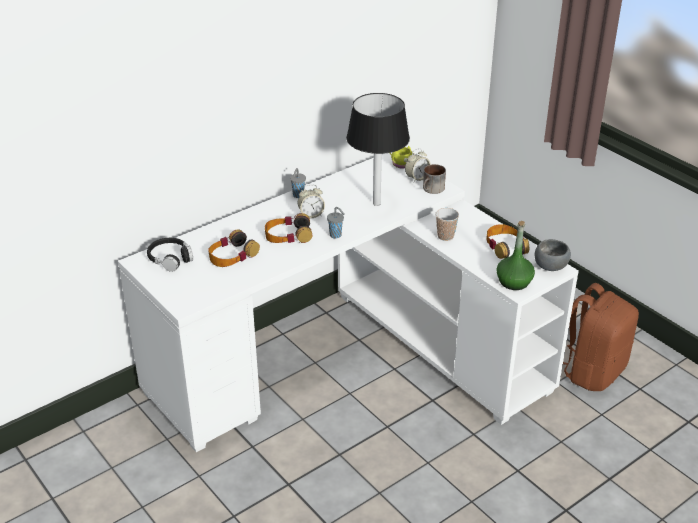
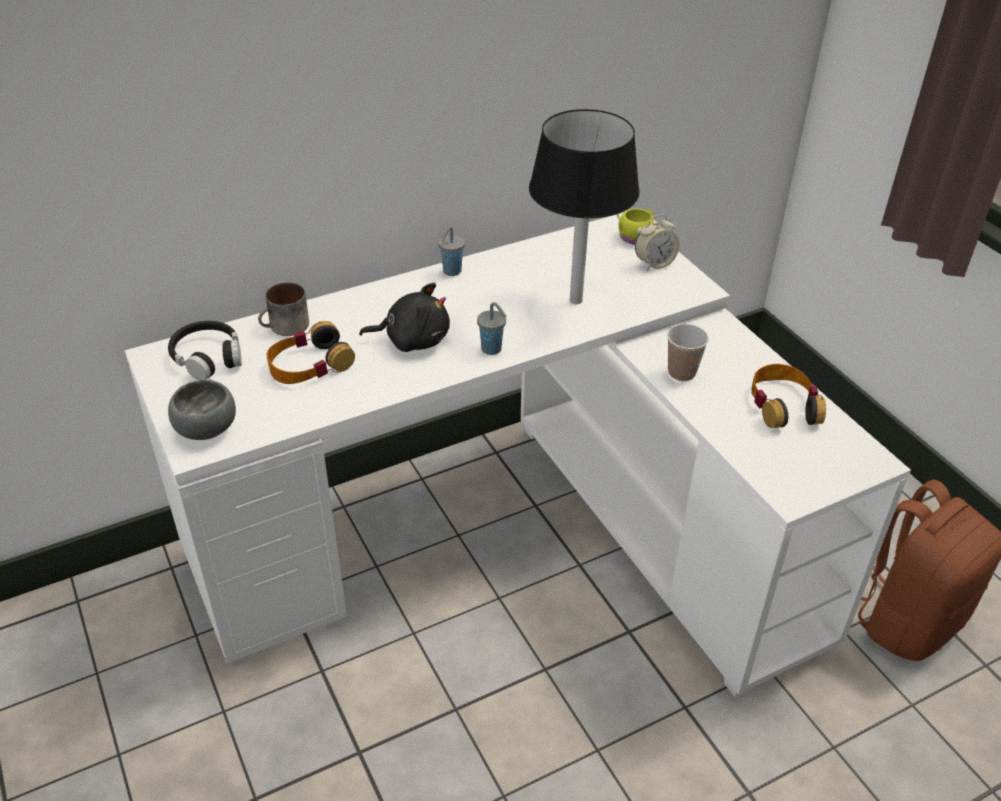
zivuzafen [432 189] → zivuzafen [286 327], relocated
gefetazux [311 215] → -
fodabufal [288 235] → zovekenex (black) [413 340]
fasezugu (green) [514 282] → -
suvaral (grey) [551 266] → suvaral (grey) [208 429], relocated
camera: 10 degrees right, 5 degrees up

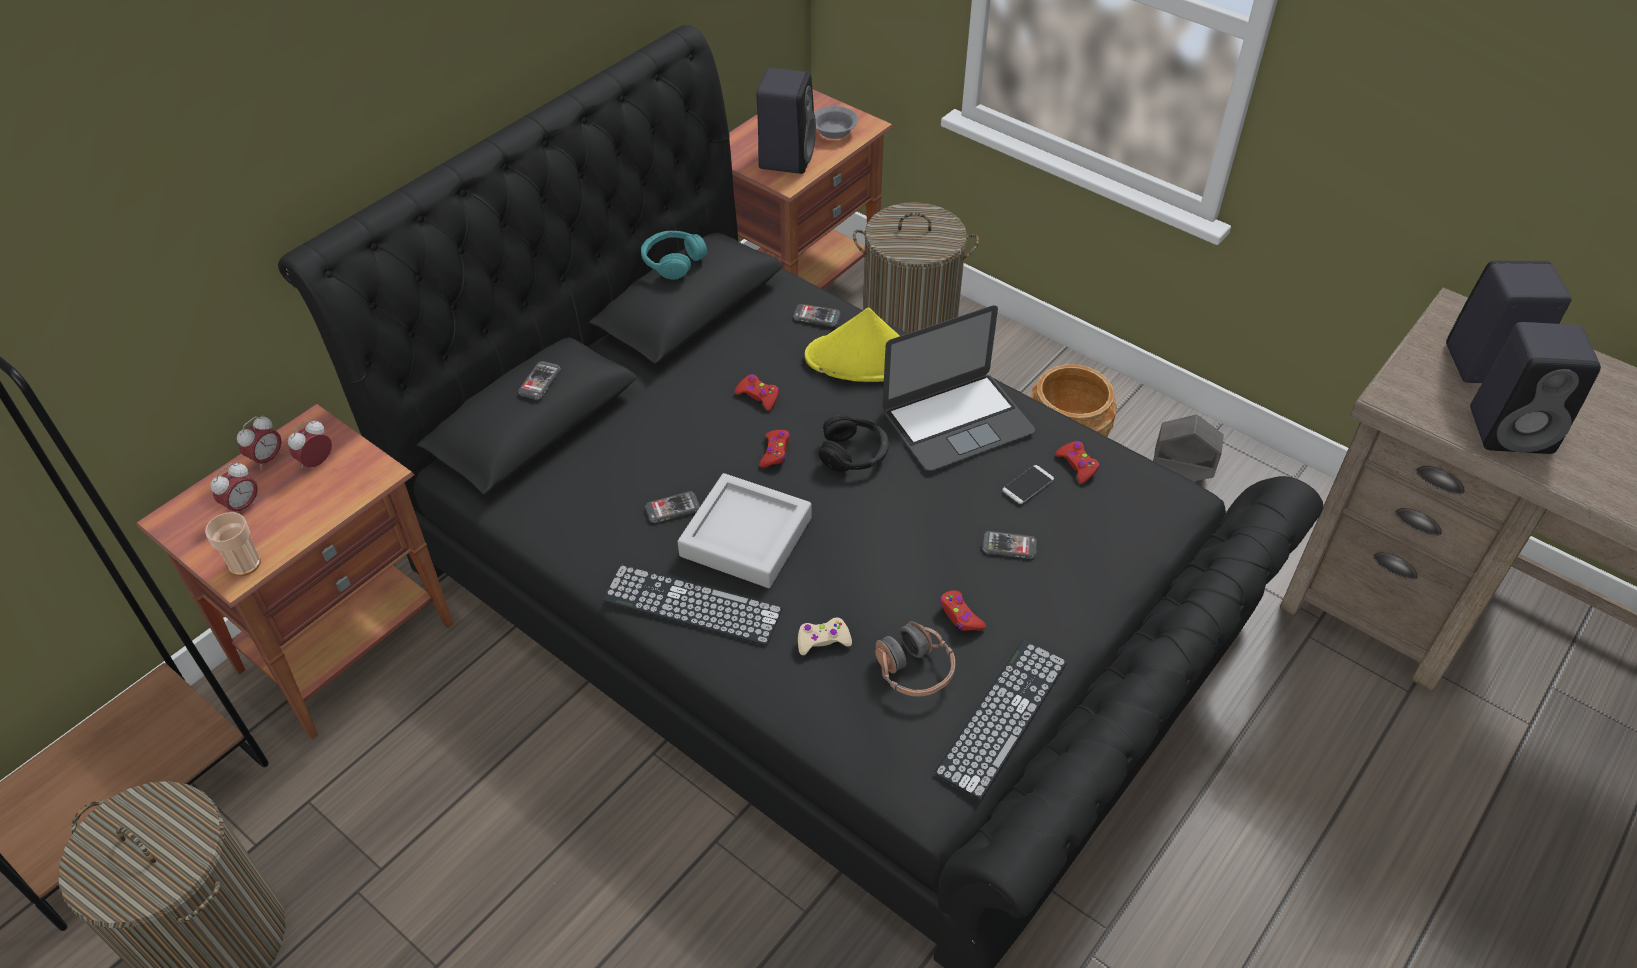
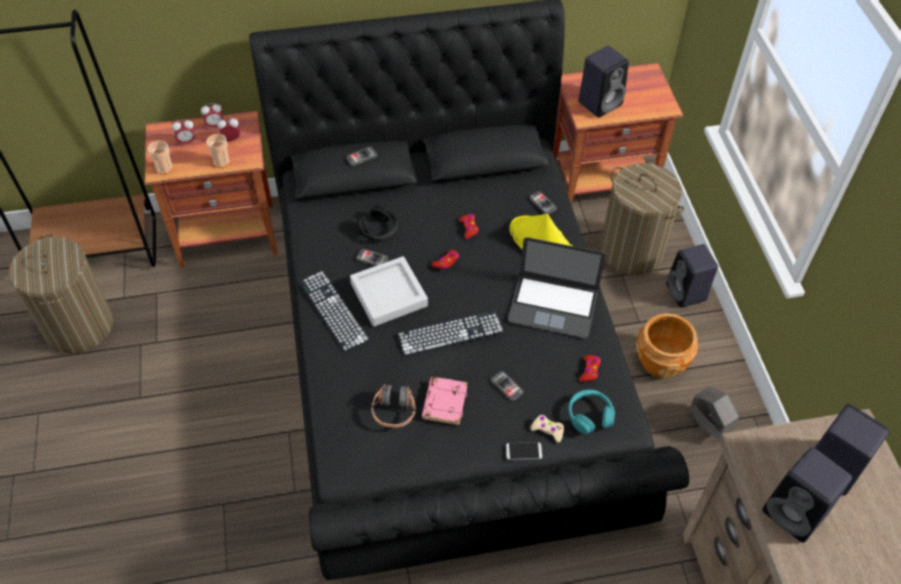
suvaral (grey) [833 130] → -
fodabufal (turquoise) [673 261] → fodabufal (turquoise) [589 415], relocated
fodabufal (black) [854 453] → fodabufal (black) [378 230], relocated
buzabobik [1028 485] → buzabobik [523 451], relocated
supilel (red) [960 616] → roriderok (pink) [444 402]
supilel (beige) [823 640] → supilel (beige) [547 430], relocated
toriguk [1002 717] → toriguk [450 333], relocated
- → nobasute [221 162]
- → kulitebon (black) [687 293]
camera: 40 degrees right, 5 degrees up

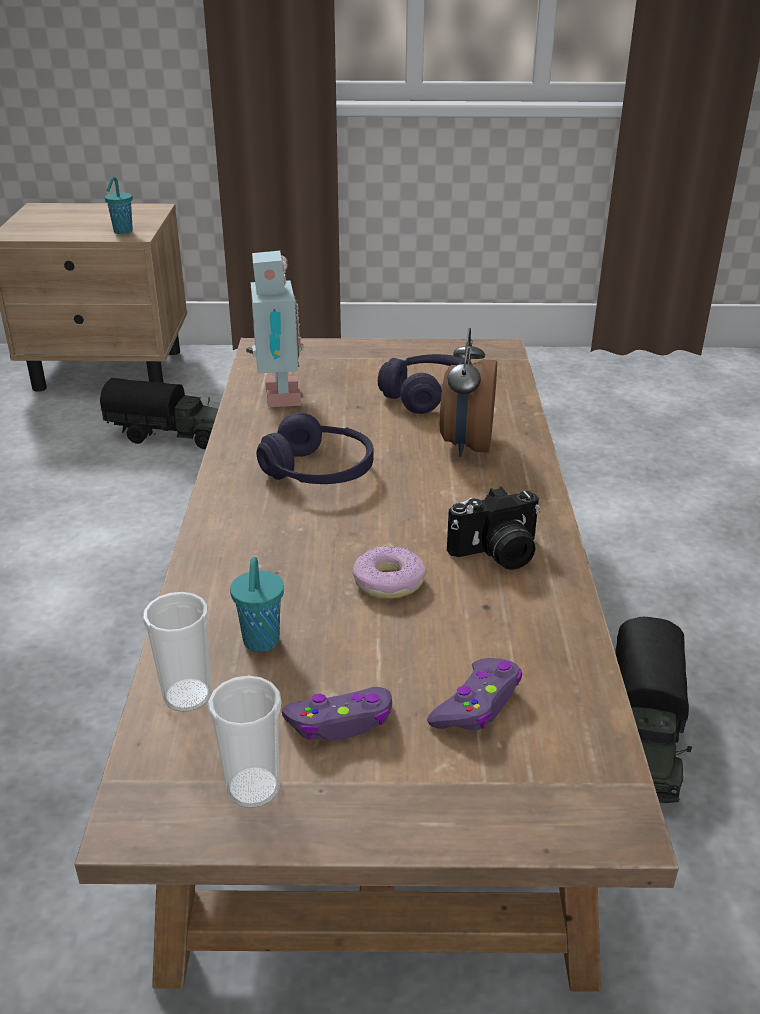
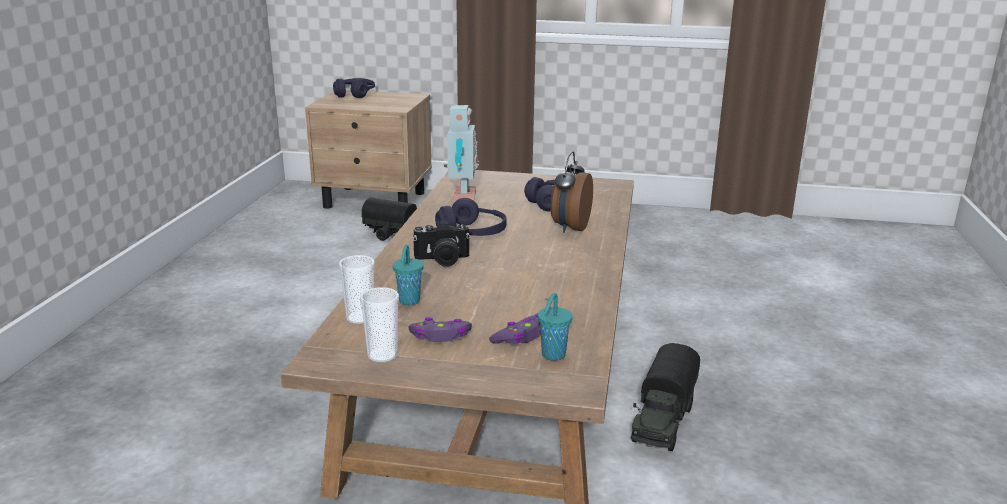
nobasute (turquoise) [122 232] → nobasute (turquoise) [552 356], relocated
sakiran [497 554] → sakiran [442 260], relocated
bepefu [388 581] → -
- → fodabufal (purple) [354 94]
camera: 10 degrees right, 10 degrees down

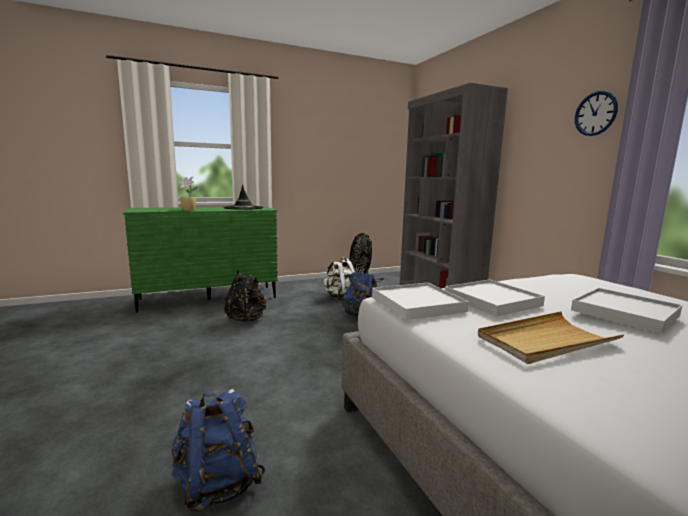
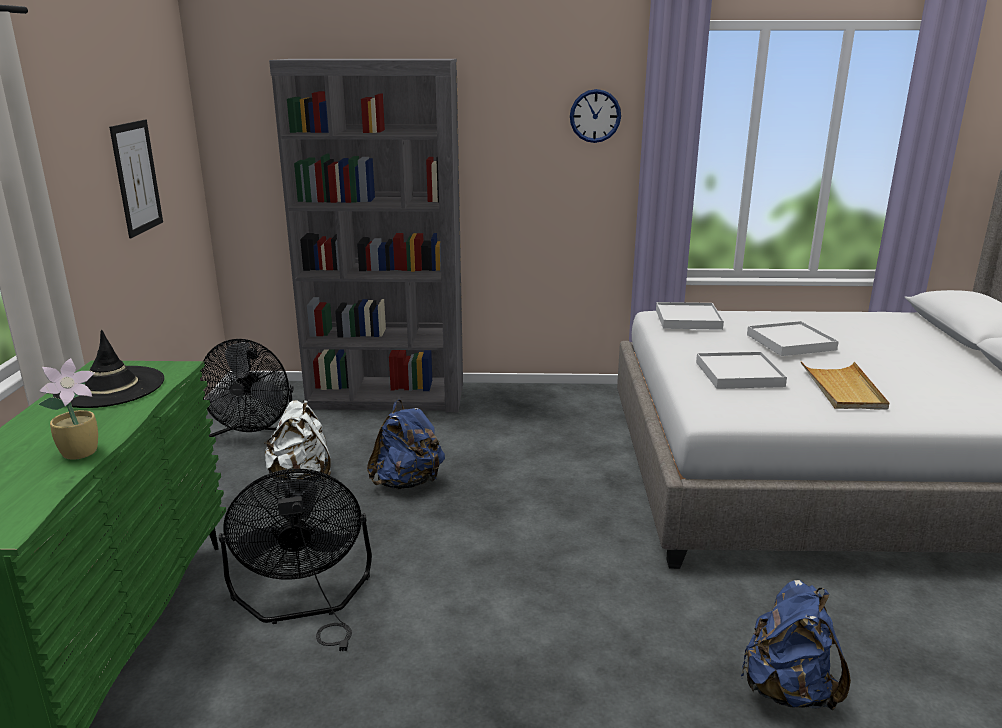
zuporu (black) [247 319] → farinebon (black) [307 604]
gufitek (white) [417 304] → gufitek (white) [687 319], relocated
- → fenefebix [136 177]
camera: 65 degrees left, 10 degrees up

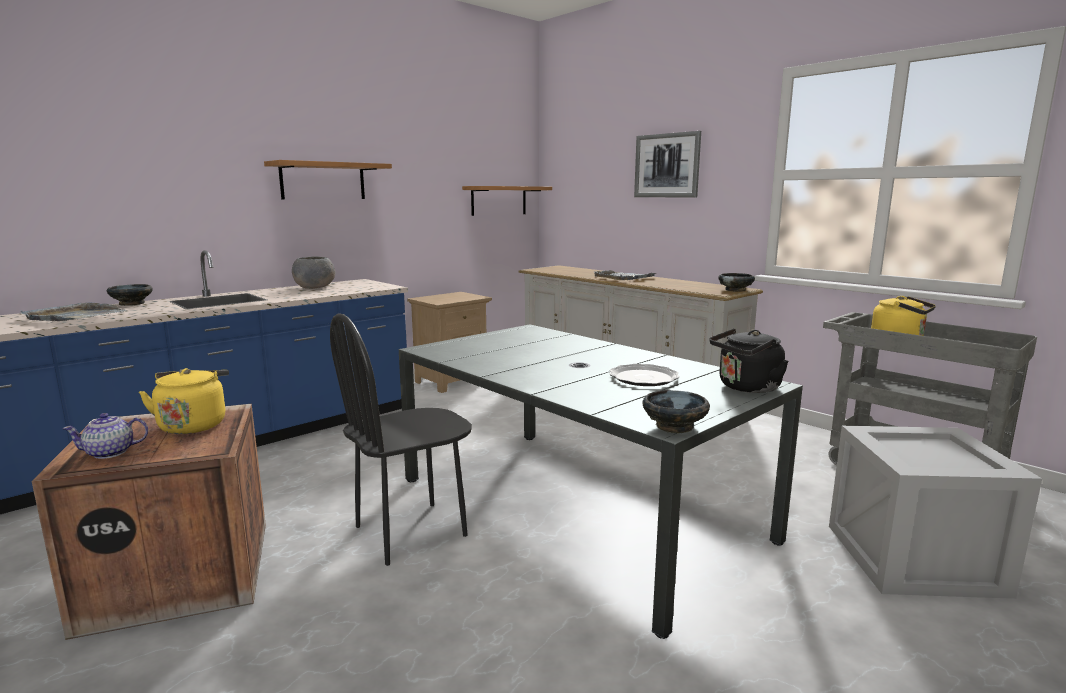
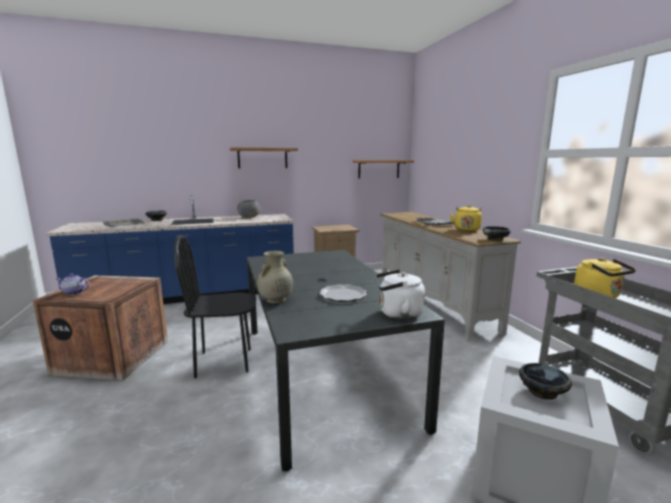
fenefebix [667 165] → -
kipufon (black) [746 388] → kipufon (white) [397 313]
kipufon (yellow) [193 425] → kipufon (yellow) [466 229], relocated
suvaral (black) [674 426] → suvaral (black) [542 392], relocated
- → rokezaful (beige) [275 300]
camera: 25 degrees right, 0 degrees up

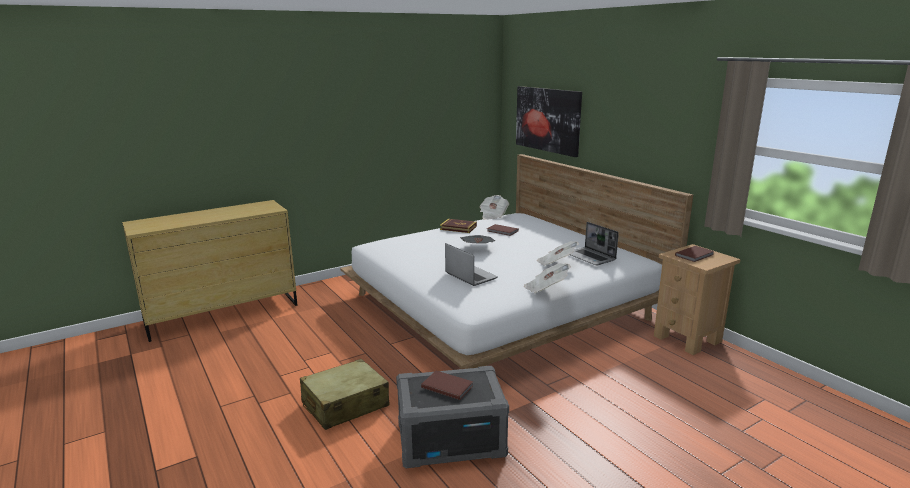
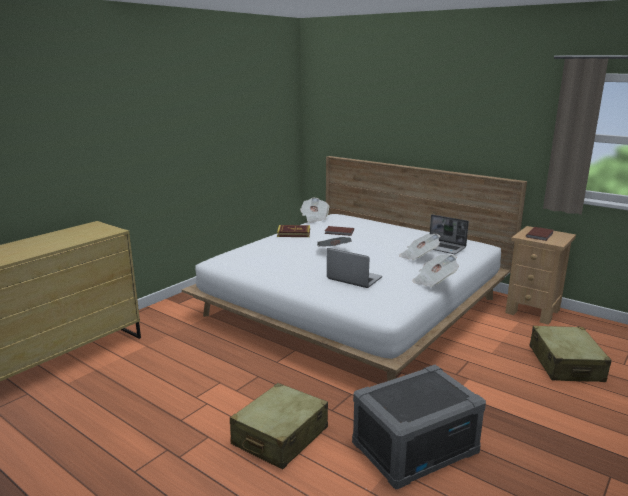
fenefebix [547 120] → -
roriderok (brown) [447 386] → -
- → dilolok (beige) [565 364]
camera: 20 degrees left, 0 degrees up

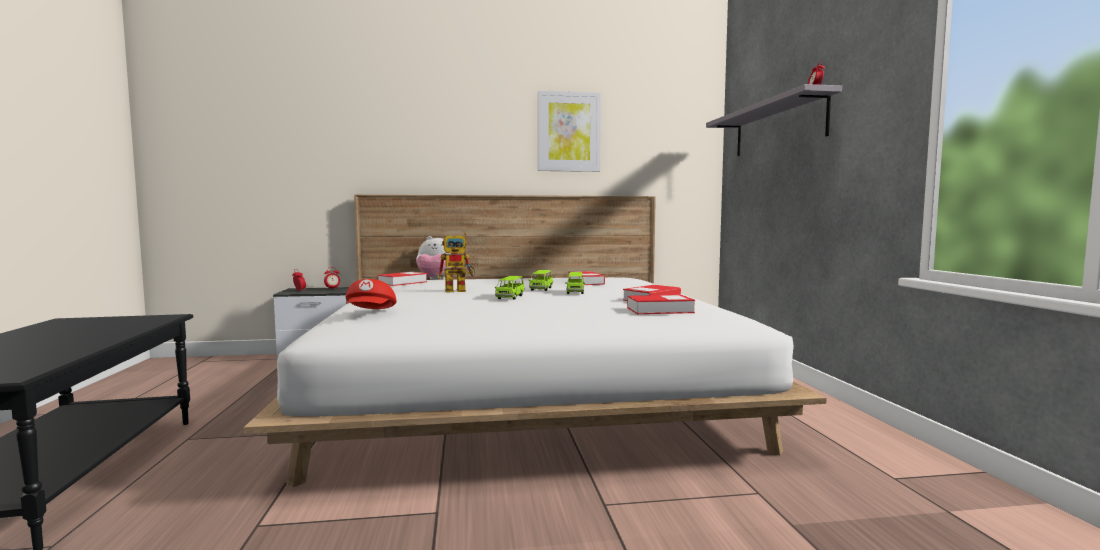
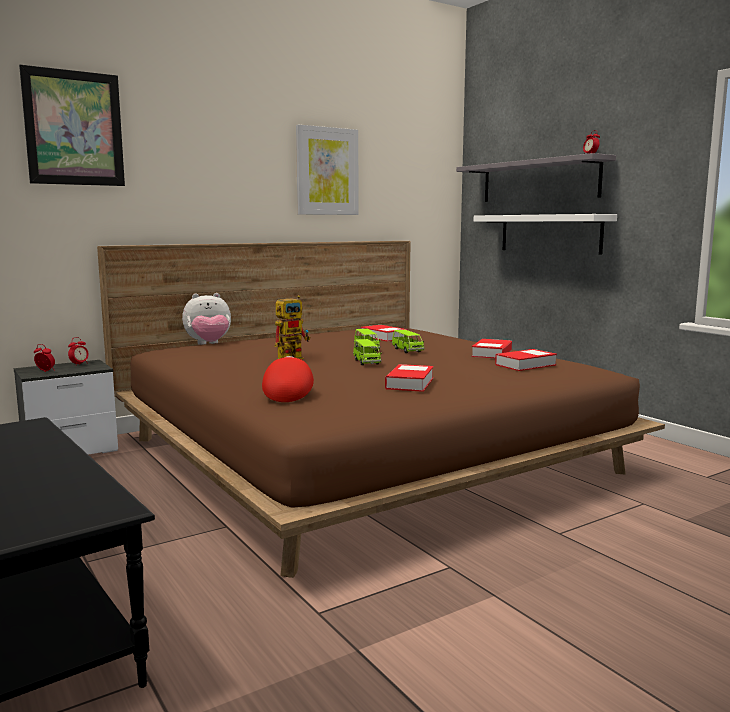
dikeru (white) [526 392] → dikeru (brown) [364 454]
roriderok [402 283] → roriderok [409 383], relocated
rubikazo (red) [371 313] → rubikazo (red) [288 394], 150 degrees counterclockwise
- → fenefebix [74 128]
- → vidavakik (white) [549 233]
camera: 25 degrees left, 5 degrees up

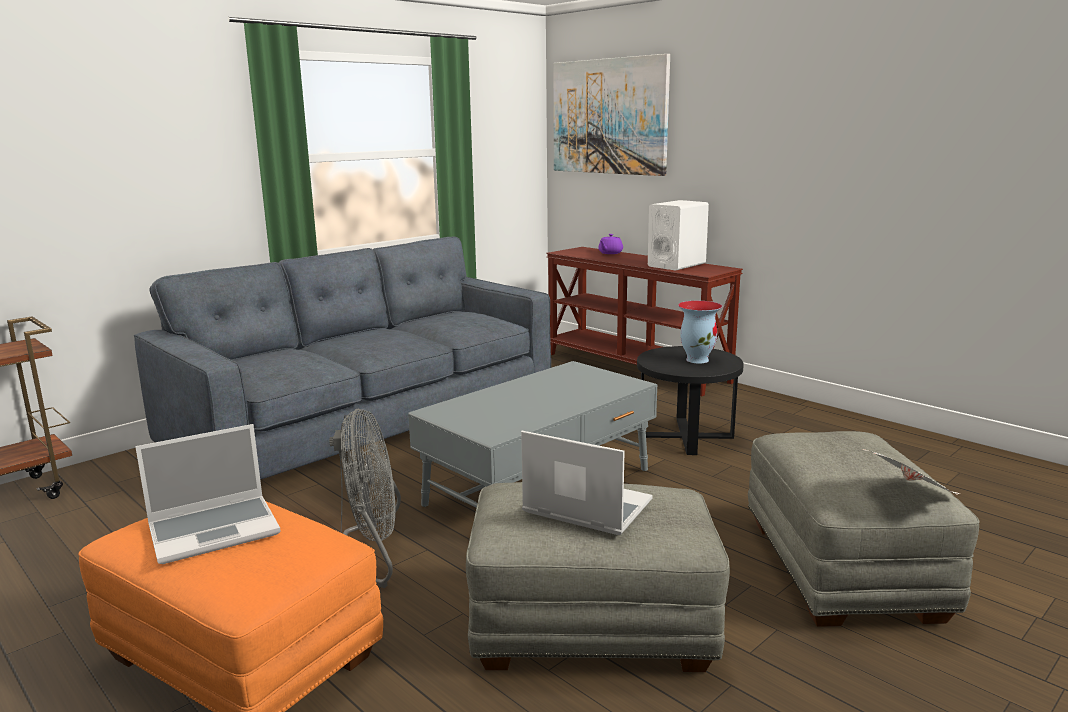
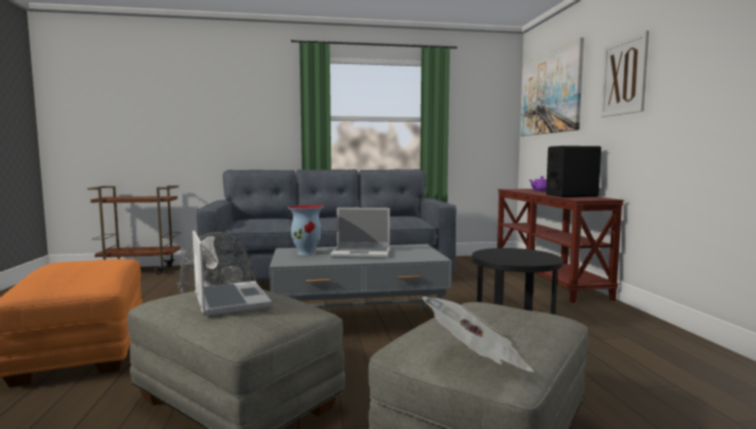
kulitebon (white) [676 265] → kulitebon (black) [571 196]
rokezaful [697 359] → rokezaful [307 253], relocated
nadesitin [215 530] → nadesitin [362 253], relocated
- → fenefebix [624 77]
camera: 35 degrees right, 10 degrees down

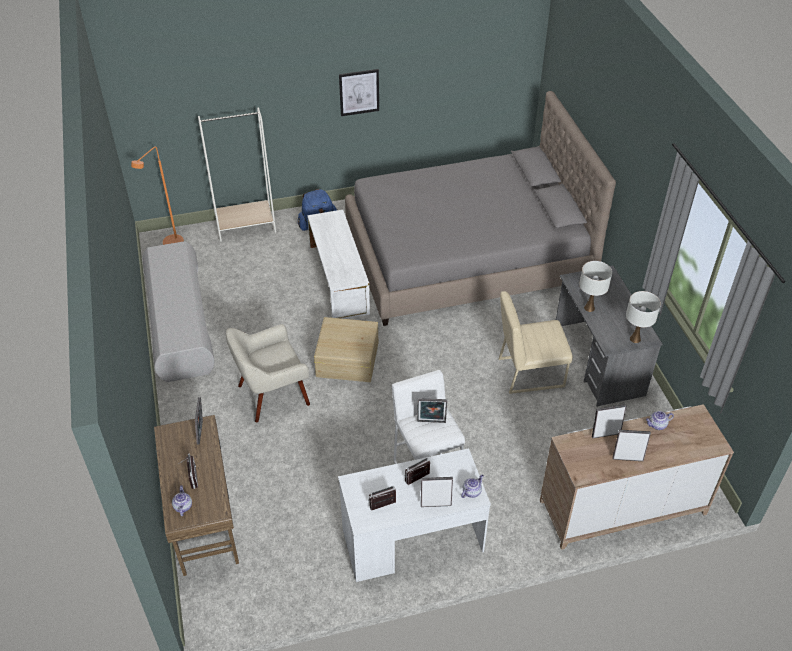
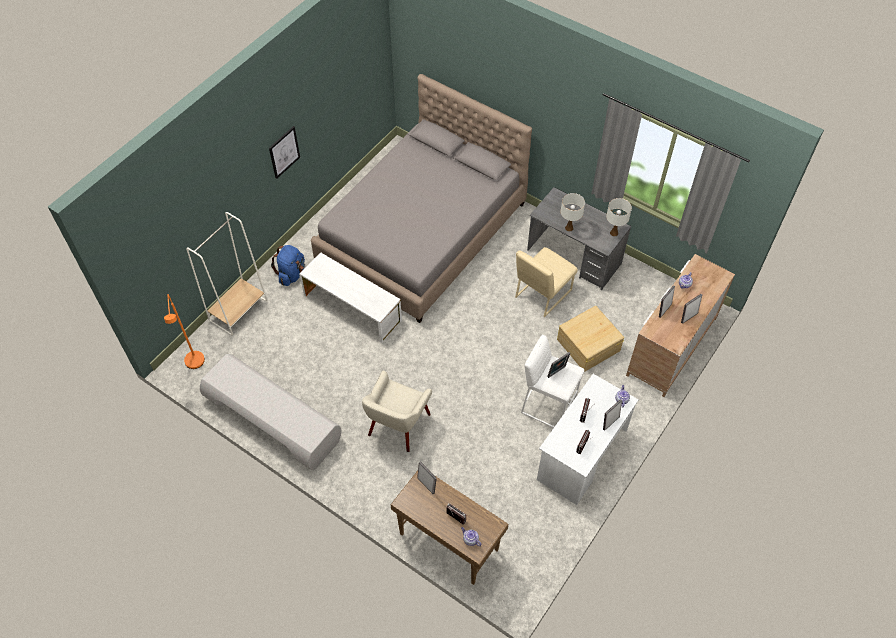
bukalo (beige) [347 359] → bukalo (beige) [588 345], relocated
camera: 40 degrees left, 10 degrees up

